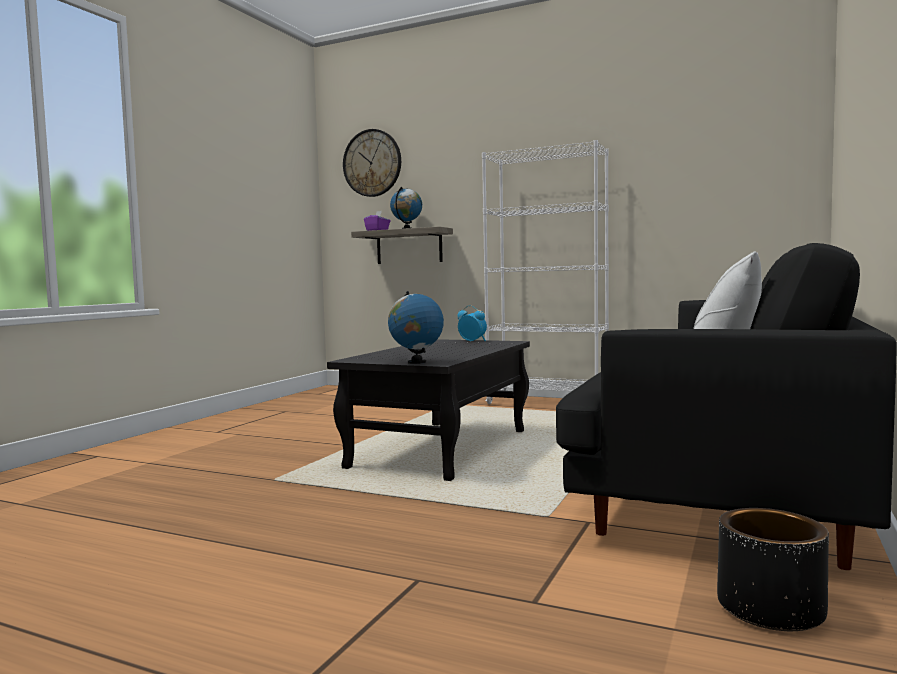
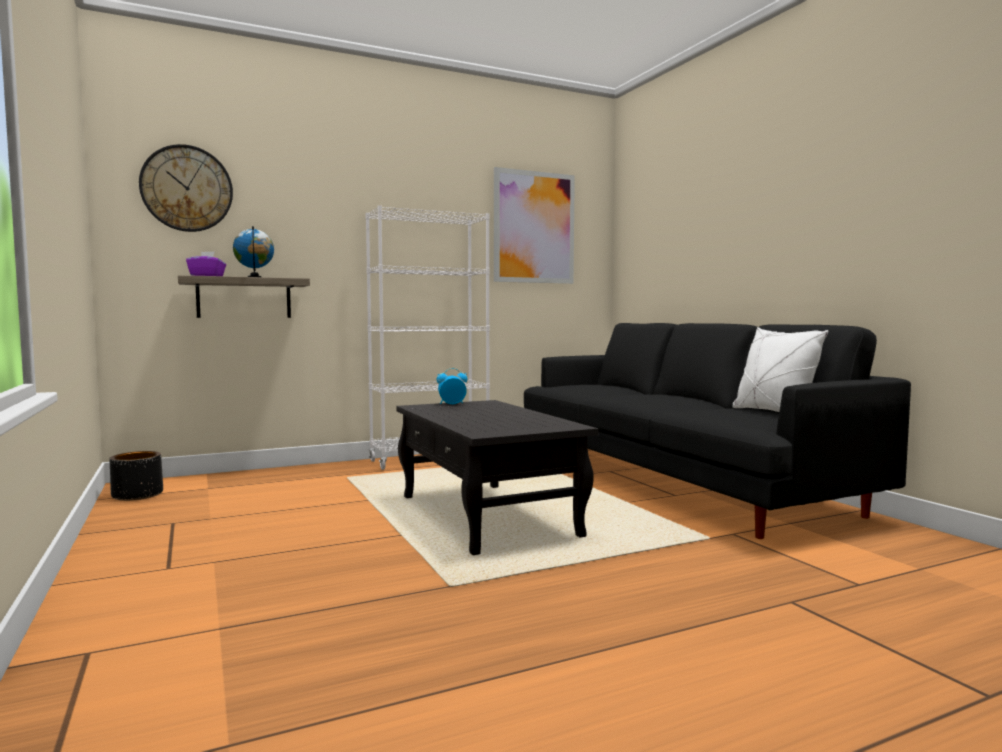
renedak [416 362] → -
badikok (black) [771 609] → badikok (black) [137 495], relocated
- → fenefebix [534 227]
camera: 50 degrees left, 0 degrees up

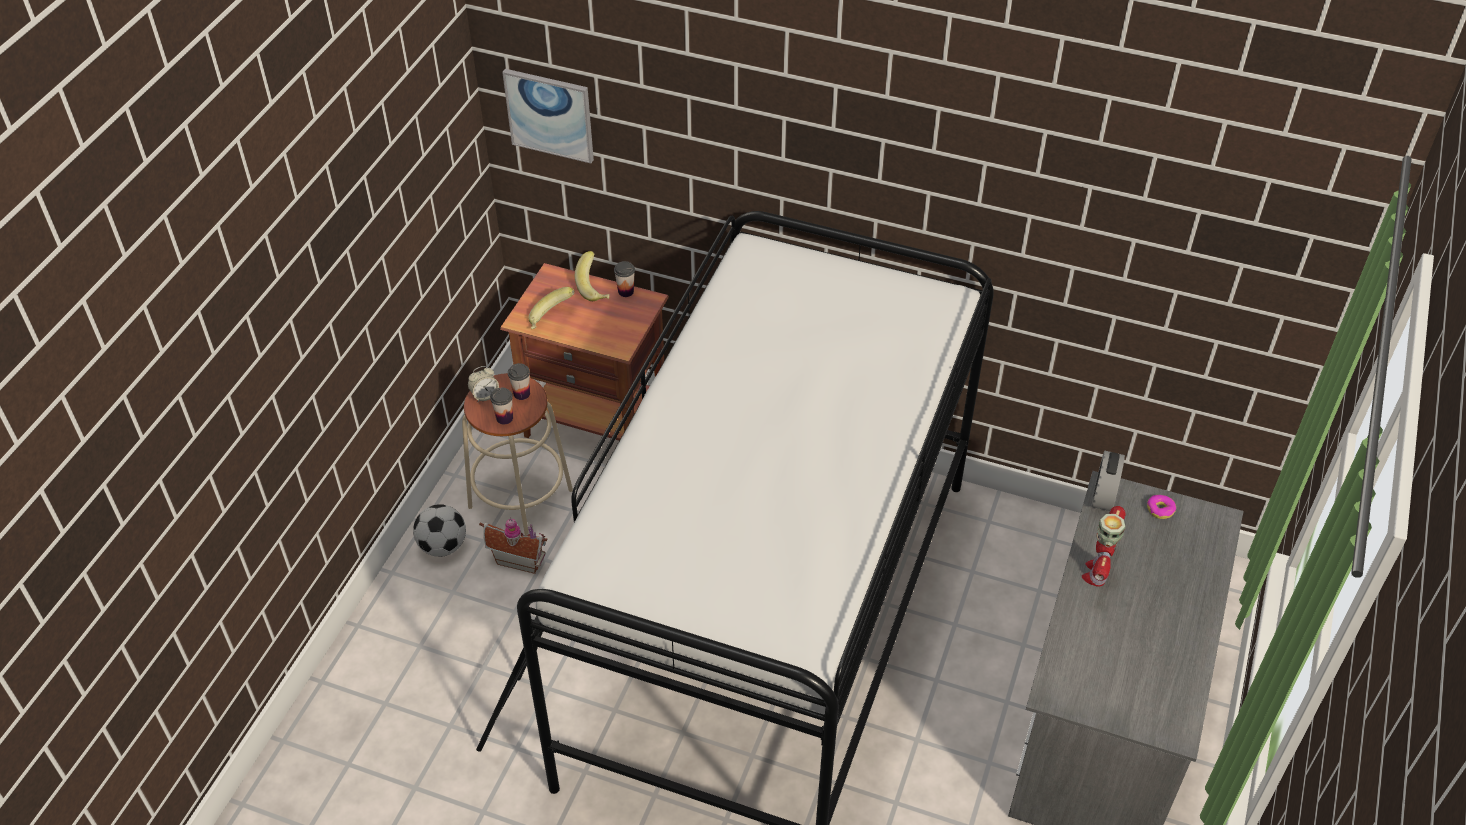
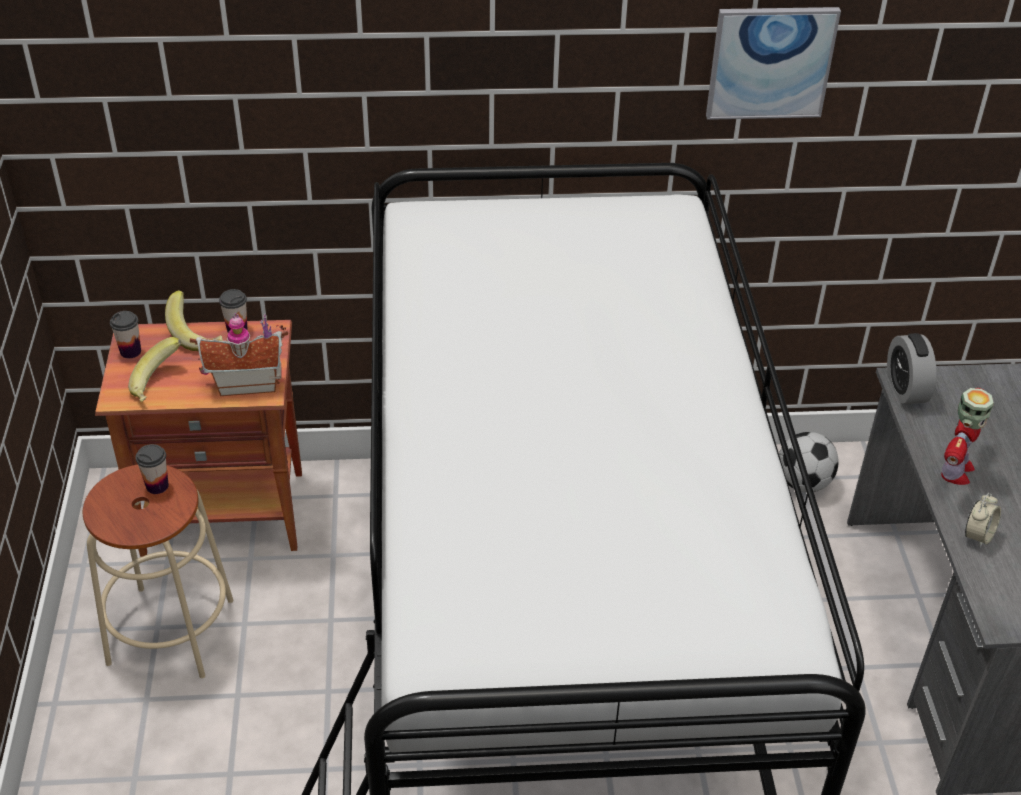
fenefebix [550 114] → fenefebix [770 62], relocated
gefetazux [485 395] → gefetazux [977 536], relocated
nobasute [504 418] → nobasute [130 351], relocated
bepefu [1160 509] → -
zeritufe [443 546] → zeritufe [803 482], relocated
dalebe [1097 573] → dalebe [955 471], 150 degrees counterclockwise
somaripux [520 558] → somaripux [246 382], relocated
camera: 25 degrees left, 5 degrees down

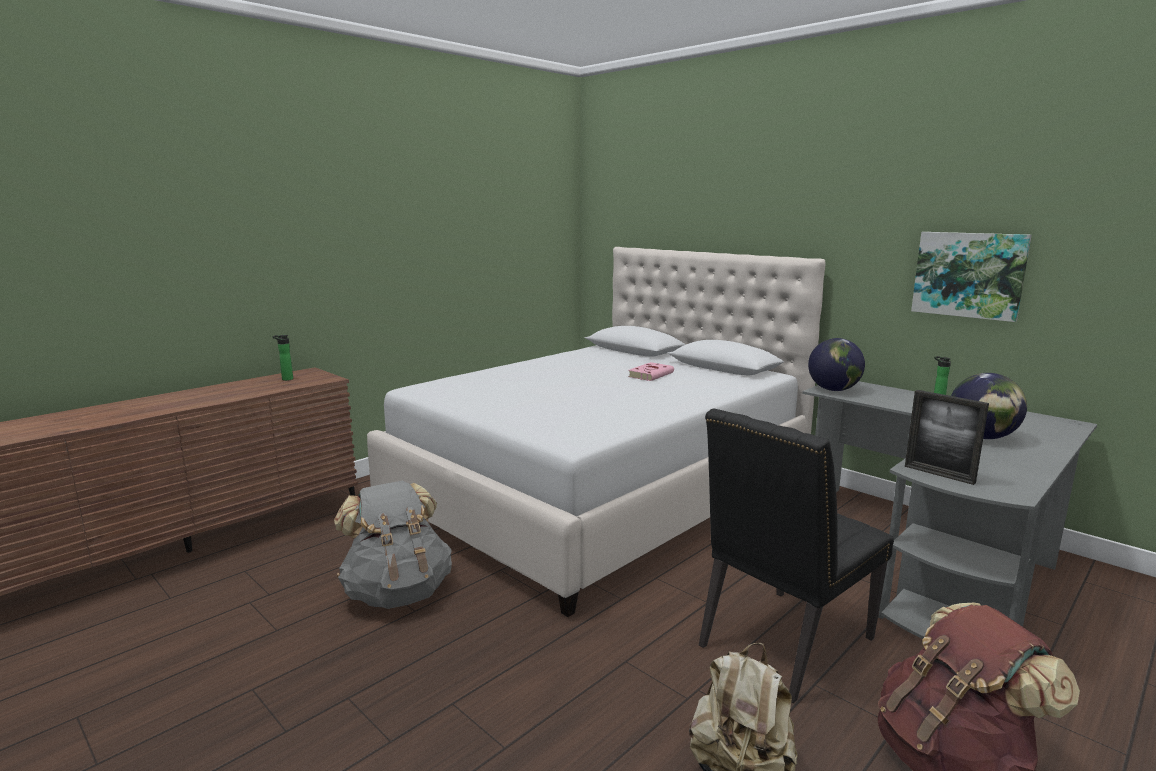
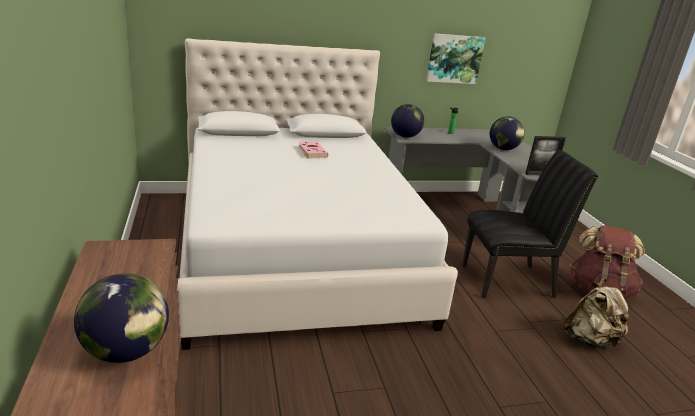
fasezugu [286 379] → -
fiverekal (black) [786 641] → fiverekal (black) [507 281], 90 degrees counterclockwise
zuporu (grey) [398 592] → -
- → renedak [127 351]
camera: 60 degrees left, 10 degrees up

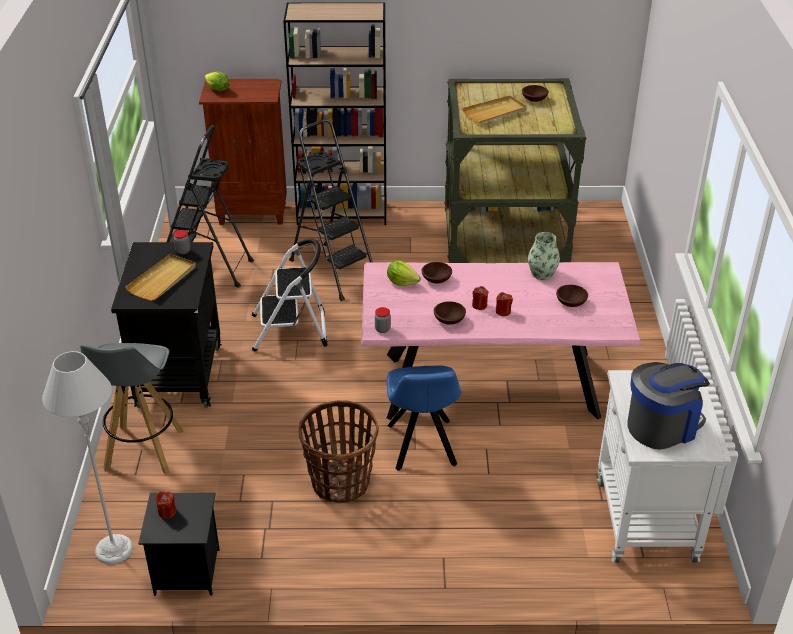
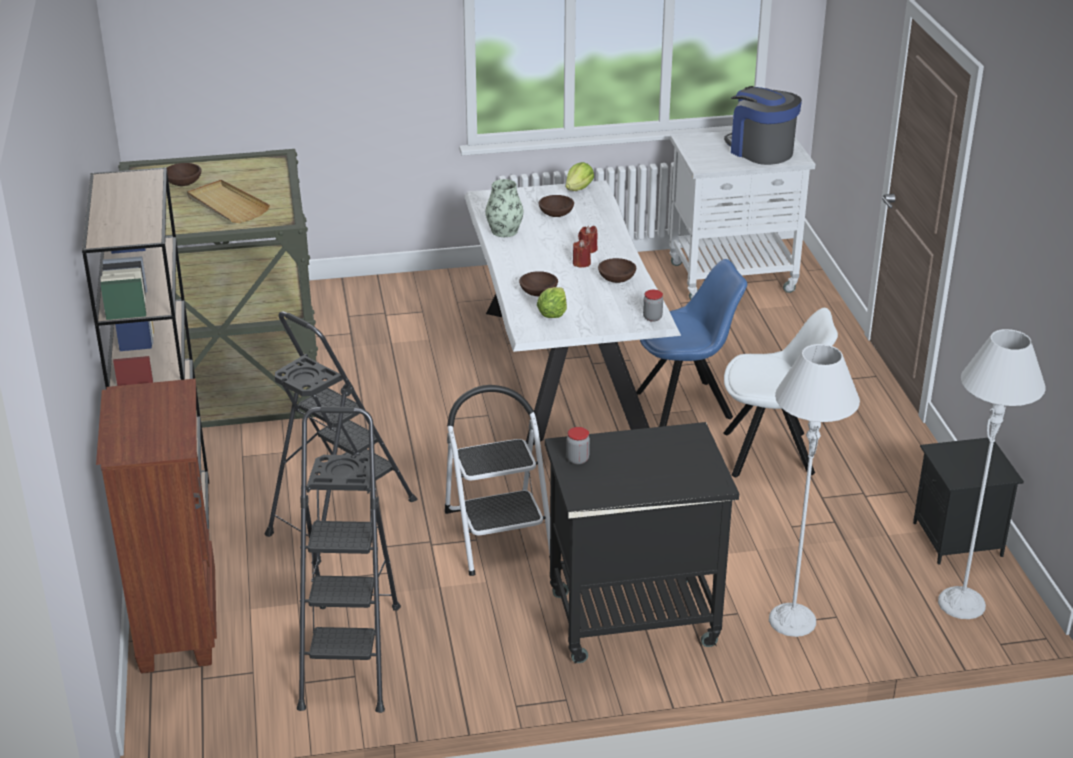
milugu [218 90] → milugu [579 189], relocated
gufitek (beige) [162 279] → -
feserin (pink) [490 384] → feserin (white) [563 369]
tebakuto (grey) [143 451] → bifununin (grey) [792 620]
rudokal [340 482] → fiverekal (white) [769 454]
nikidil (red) [167 512] → -
camera: 100 degrees left, 5 degrees down

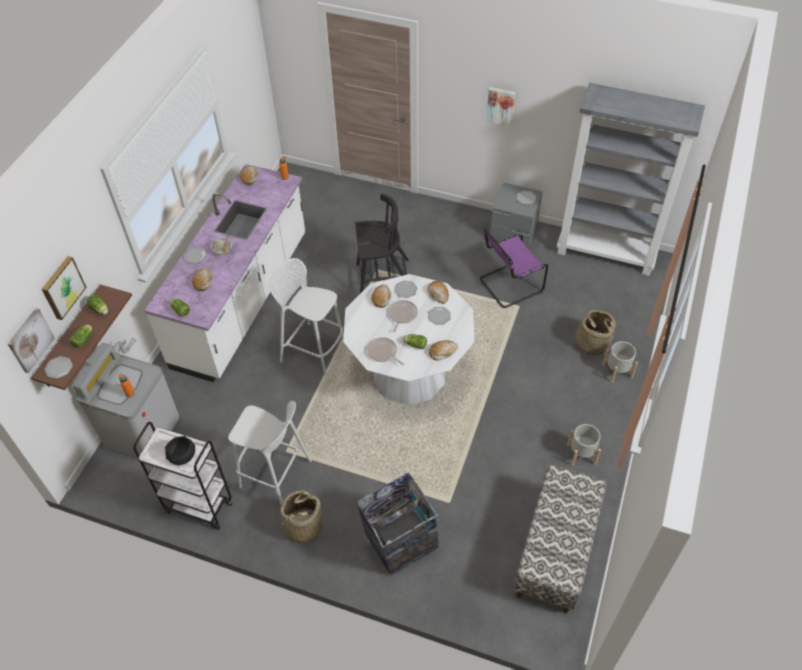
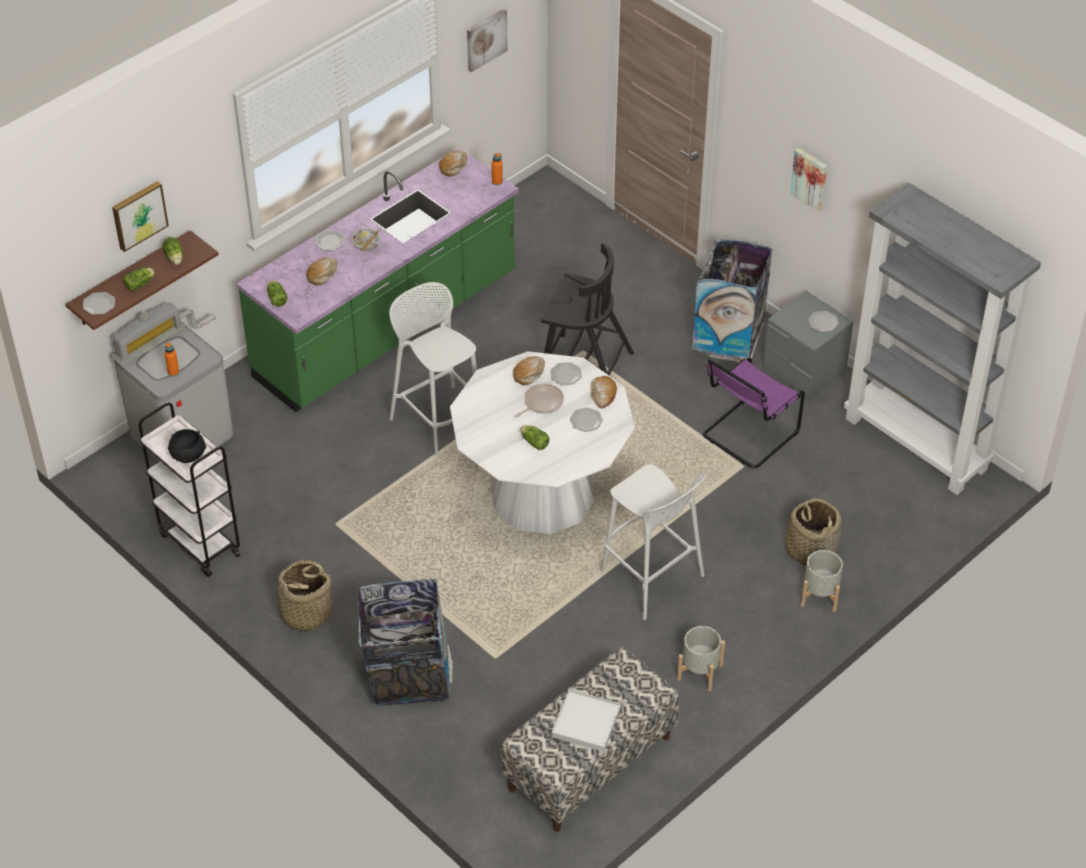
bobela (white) [242 300] → bobela (green) [387 328]
fiverekal (purple) [508 285] → fiverekal (purple) [747 435], 45 degrees counterclockwise
fenefebix [30 340] → fenefebix [485 39], relocated
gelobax [383 353] → -
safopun [442 352] → -
tebakuto (white) [276 477] → tebakuto (white) [650 578], relocated
- → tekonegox [728 335]
- → gufitek (white) [586 722]
camera: 25 degrees right, 5 degrees down

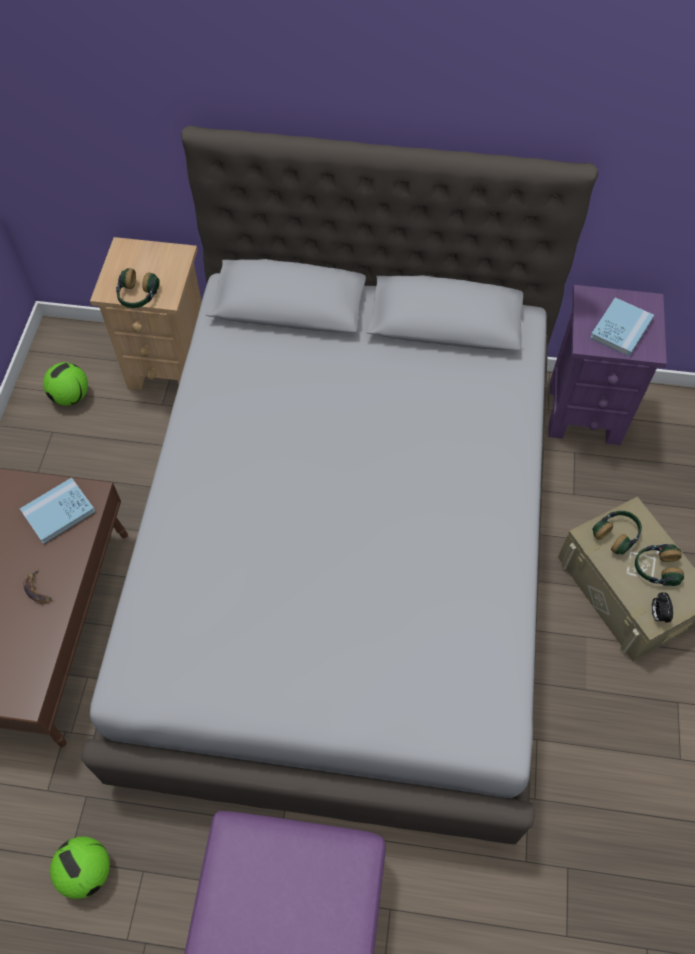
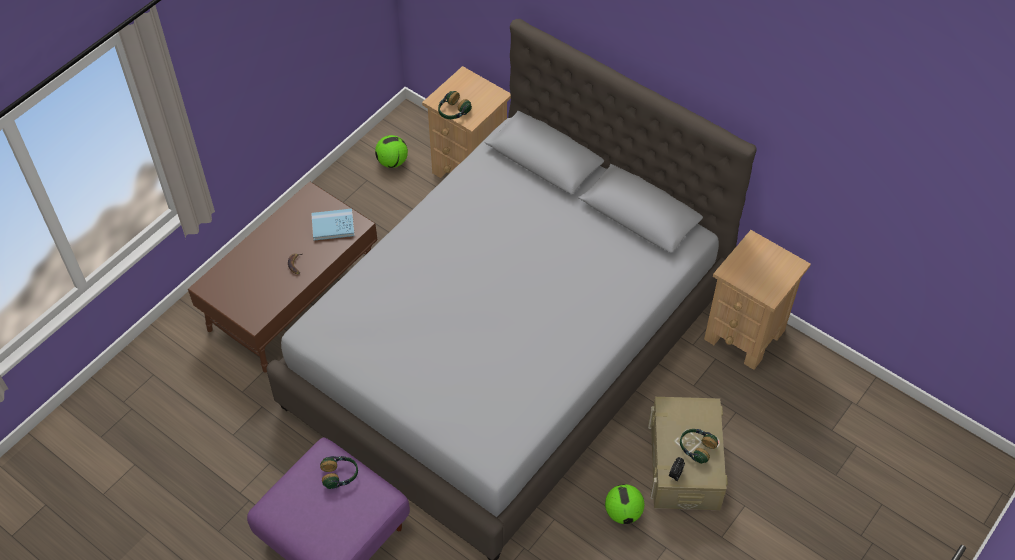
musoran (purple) [585 413] → musoran (beige) [744 336]
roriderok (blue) [621 329] → -
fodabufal [616 535] → fodabufal [340 475], relocated
zeritufe [87 871] → zeritufe [623 512], relocated
camera: 30 degrees right, 5 degrees down

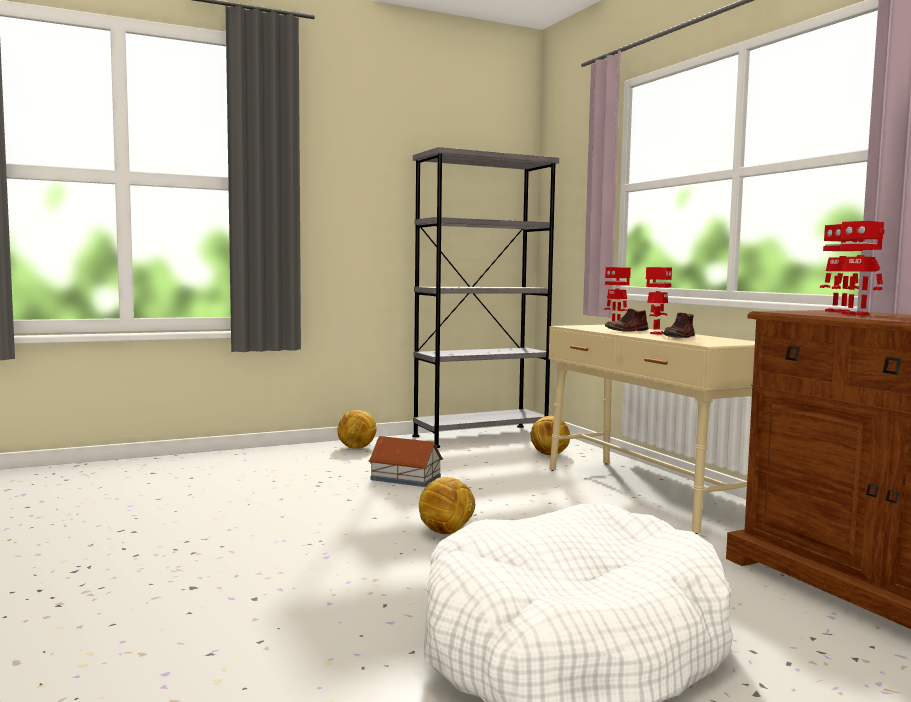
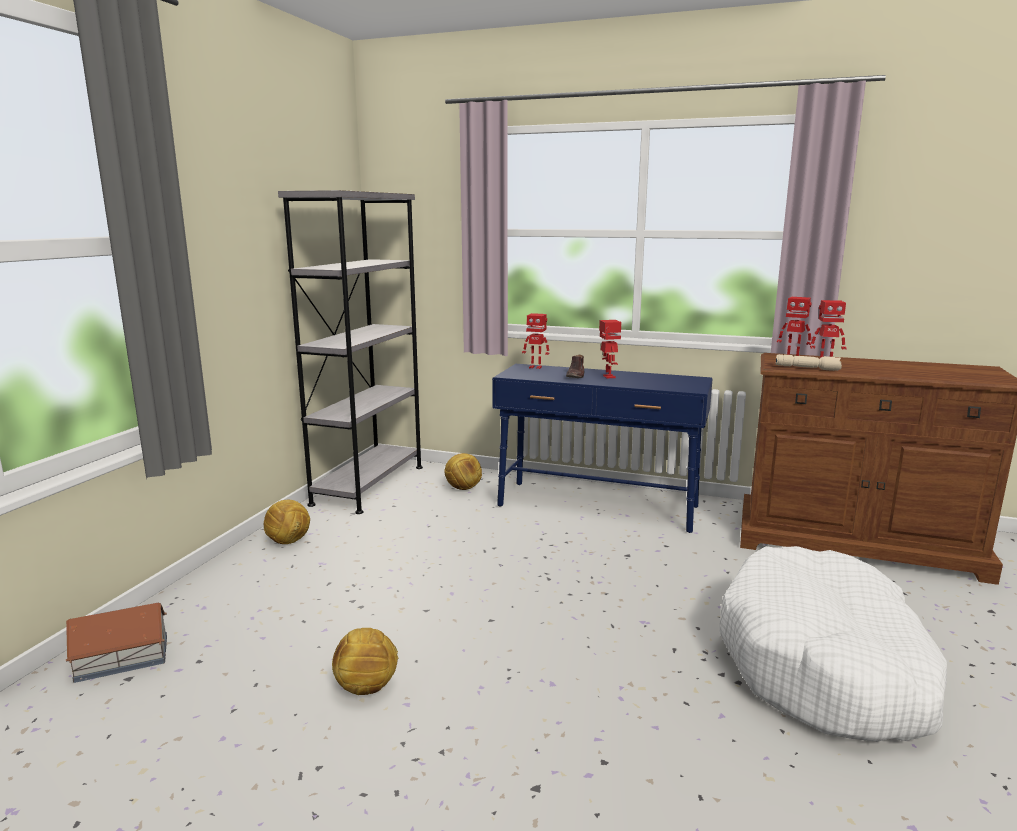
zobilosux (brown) [680 337] → -
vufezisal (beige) [643 493] → vufezisal (blue) [597 507]
somaripux [405 478] → somaripux [121 657], relocated
zeritufe [446 532] → zeritufe [366 687], relocated
- → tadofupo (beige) [808 368]
camera: 45 degrees left, 10 degrees up

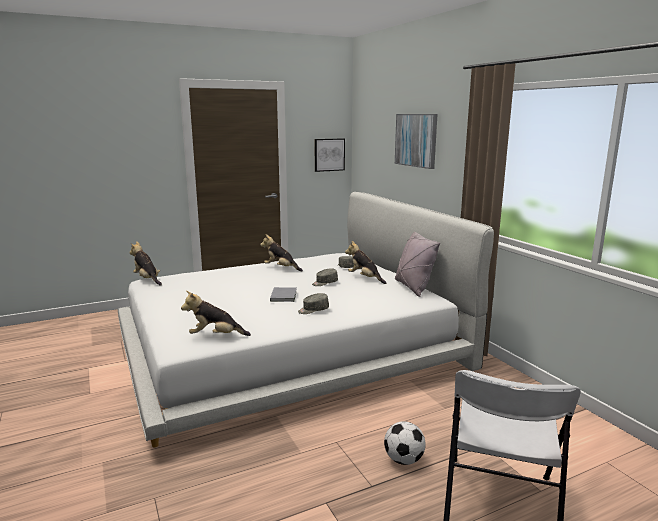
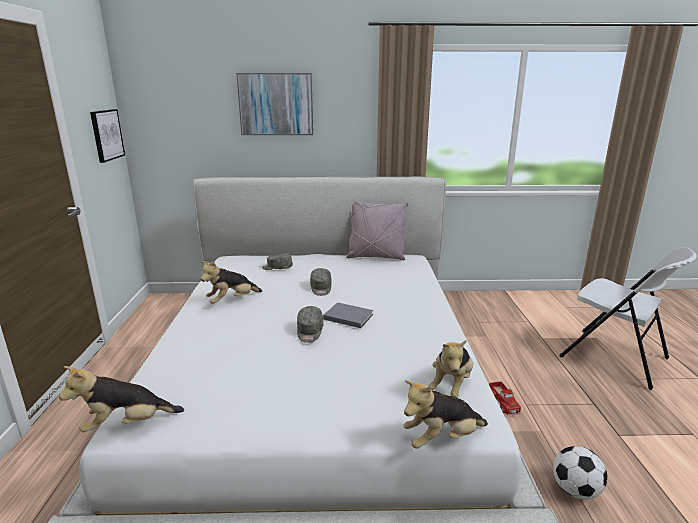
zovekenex [364 278] → zovekenex [441 439], relocated
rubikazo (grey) [313 310] → rubikazo (grey) [309 332], relocated
zeritufe [403 460] → zeritufe [575 490], relocated
- → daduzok [503 403]
camera: 65 degrees left, 5 degrees up

